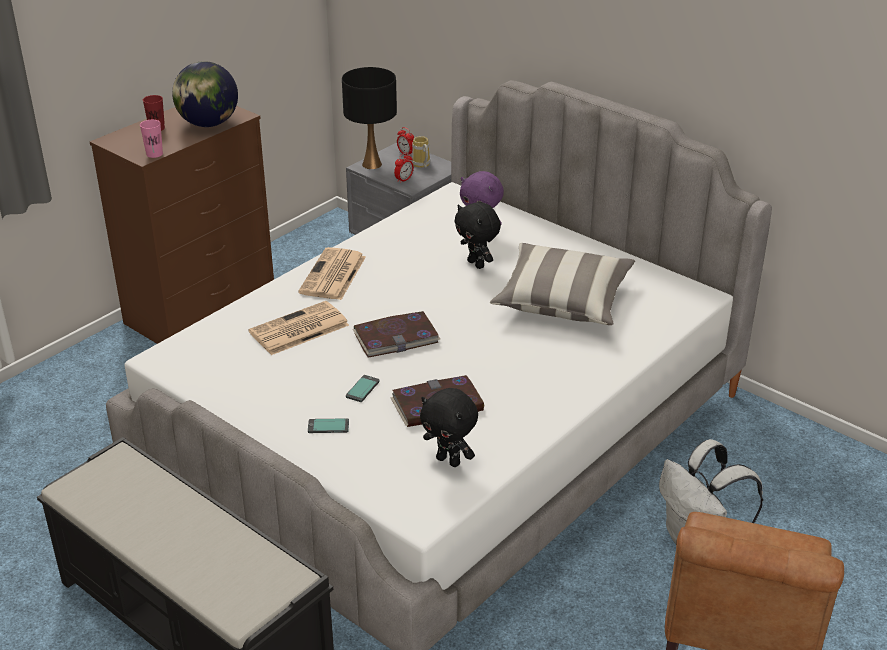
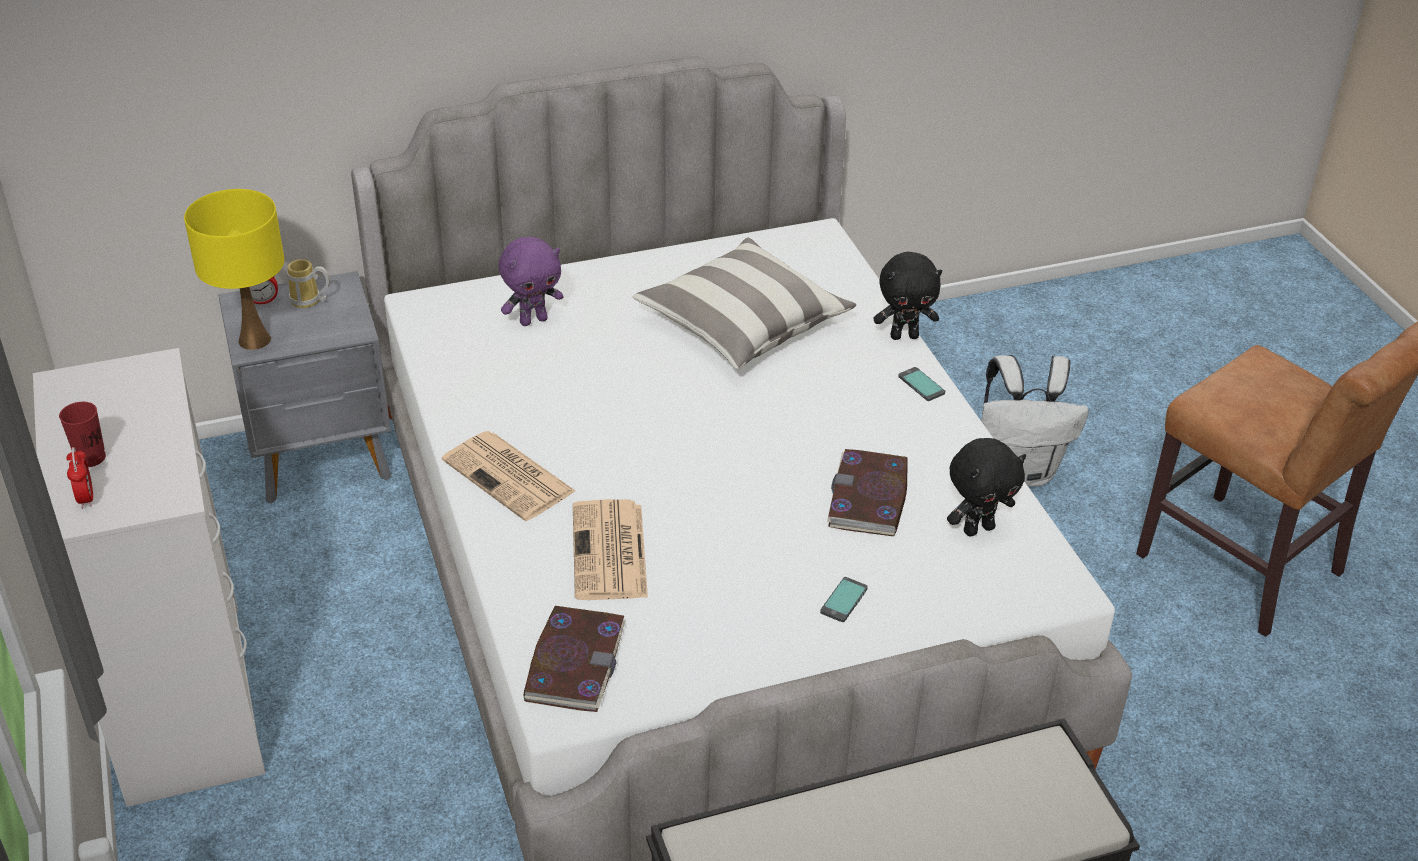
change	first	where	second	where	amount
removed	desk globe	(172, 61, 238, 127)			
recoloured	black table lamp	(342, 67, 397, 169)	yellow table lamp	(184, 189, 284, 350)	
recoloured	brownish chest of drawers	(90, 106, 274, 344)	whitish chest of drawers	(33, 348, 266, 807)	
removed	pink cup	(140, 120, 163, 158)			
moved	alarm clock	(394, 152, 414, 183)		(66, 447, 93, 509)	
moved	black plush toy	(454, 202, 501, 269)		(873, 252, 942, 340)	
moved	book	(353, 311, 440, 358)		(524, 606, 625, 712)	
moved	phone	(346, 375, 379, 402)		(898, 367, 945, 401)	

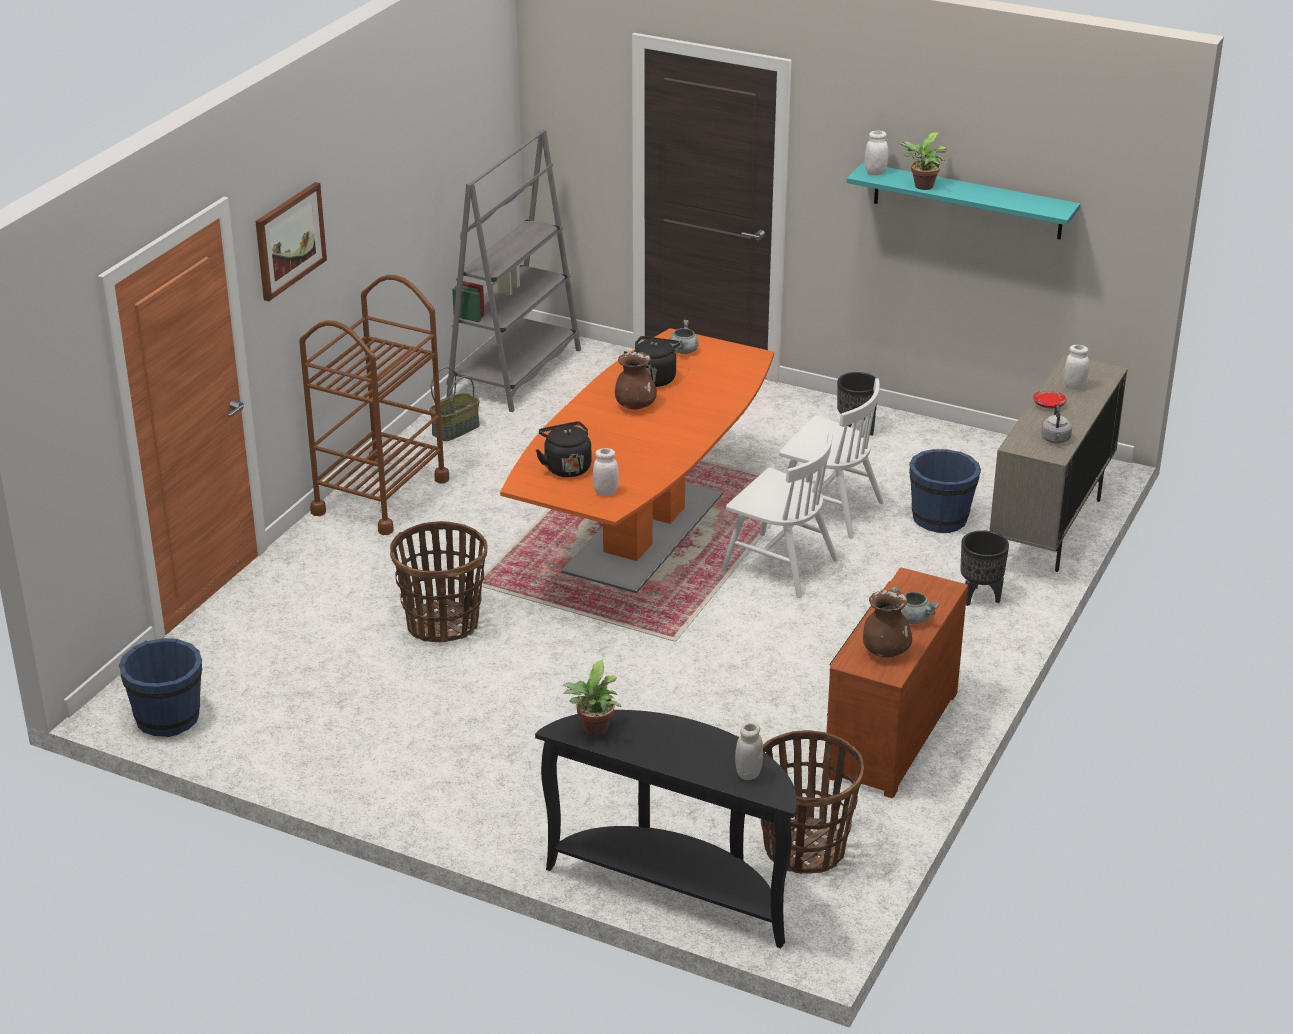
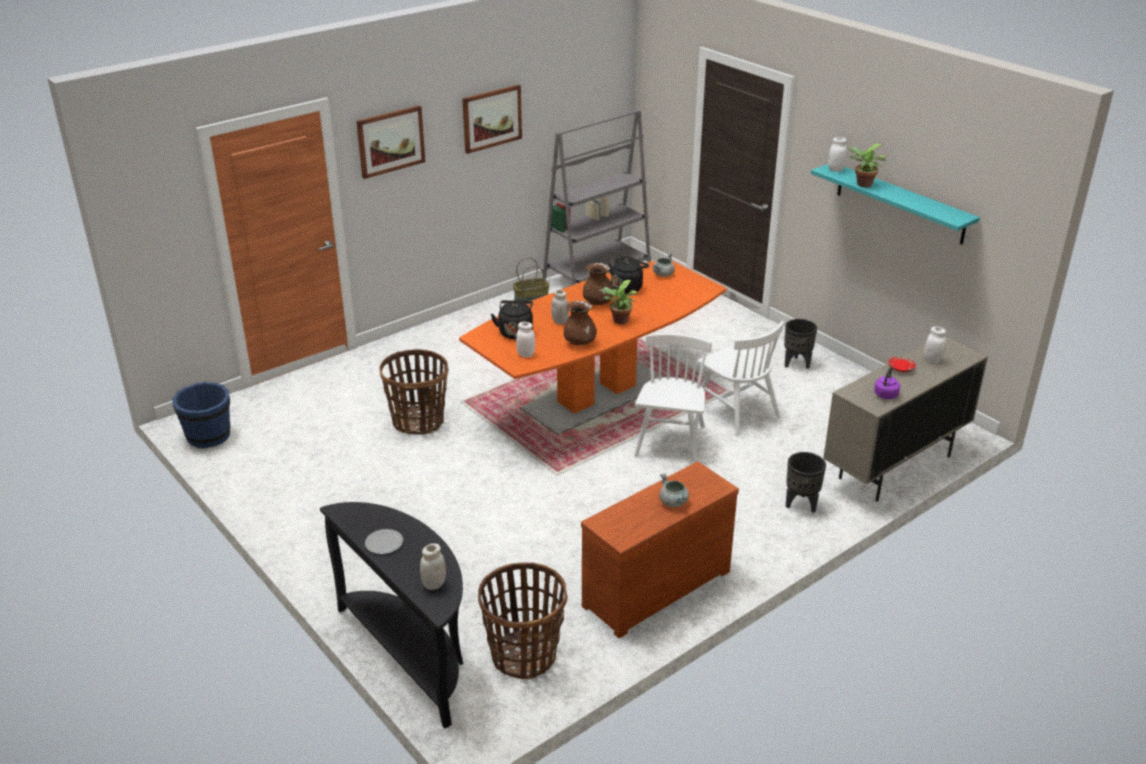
change	first	where	second	where	amount
removed	brownish trolley	(299, 275, 449, 535)			
recoloured	gray tea kettle	(1041, 404, 1072, 444)	purple tea kettle	(874, 367, 900, 399)	
turned	whitish chair	(721, 432, 838, 598)		(634, 333, 712, 463)	135 degrees counterclockwise
removed	blue bucket	(909, 449, 981, 533)			
moved	brownish vase	(863, 590, 912, 658)		(564, 301, 597, 346)	
moved	plant in a pot	(563, 660, 621, 736)		(599, 280, 637, 324)	
added			wall picture	(462, 84, 522, 154)	
added			whitish jar	(551, 290, 569, 324)	
added			plate	(365, 529, 403, 554)	

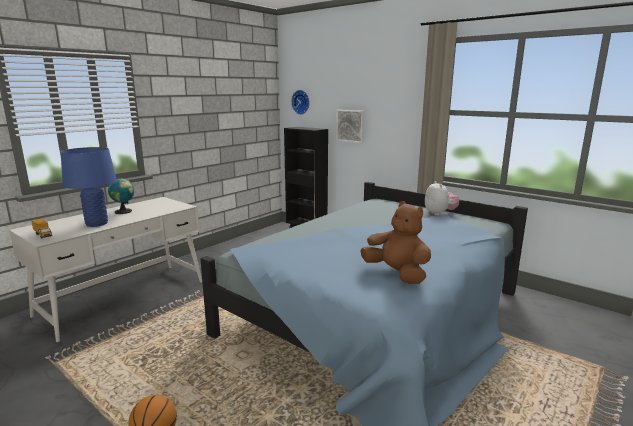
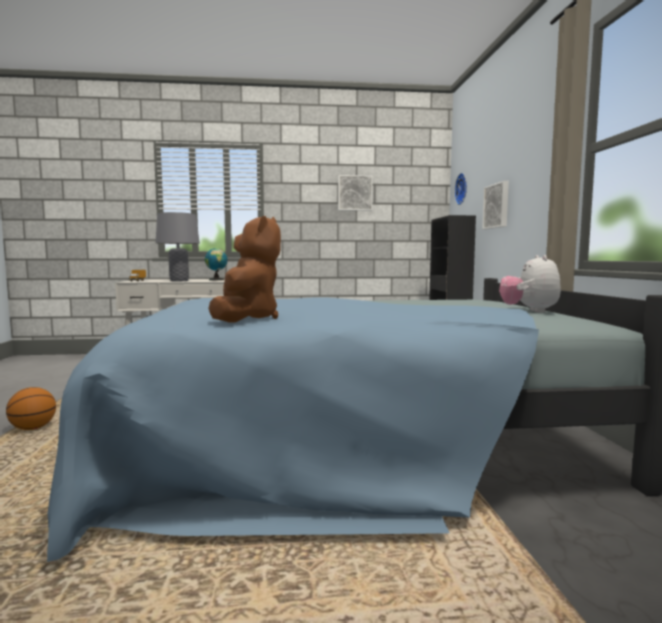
change	first	where	second	where	amount
recoloured	blue table lamp	(61, 147, 117, 227)	gray table lamp	(155, 212, 200, 281)	
turned	plush toy	(425, 181, 459, 216)		(499, 255, 561, 313)	150 degrees clockwise
added			wall picture	(338, 175, 373, 211)	

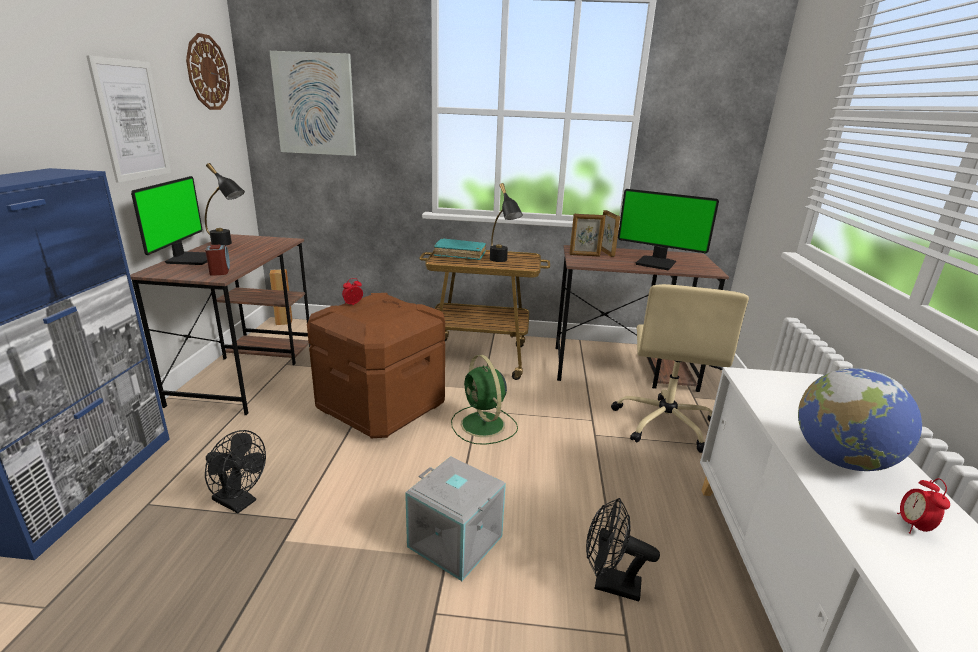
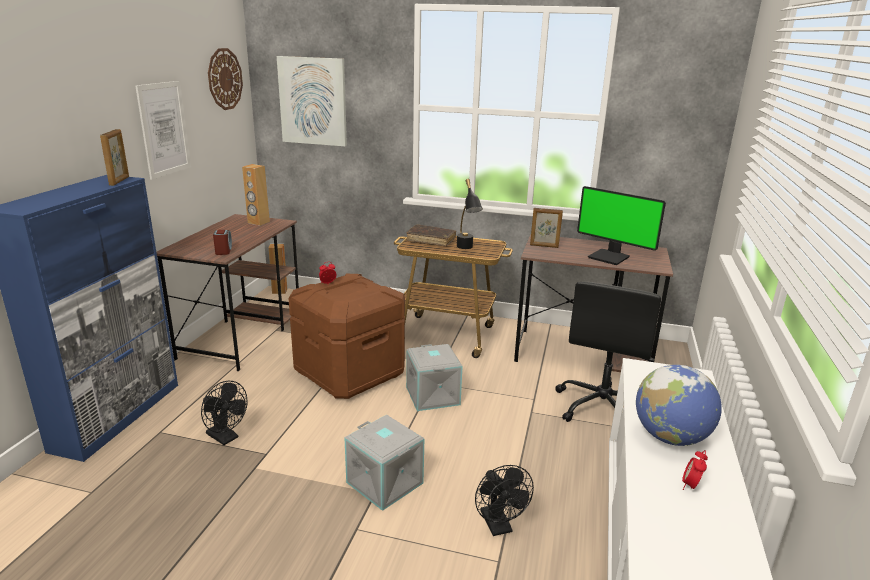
change	first	where	second	where	amount
removed	black table lamp	(205, 163, 245, 245)			
removed	computer display	(131, 176, 207, 265)			
moved	picture frame	(601, 210, 620, 257)		(100, 129, 129, 186)	
recoloured	turquoise book	(434, 238, 486, 260)	brownish book	(406, 224, 456, 247)	
recoloured	sand-coloured computer chair	(611, 284, 749, 453)	black computer chair	(555, 282, 661, 422)	
replaced	greenish electric fan	(451, 355, 518, 445)	gray storage container	(406, 344, 463, 411)	
turned	black electric fan	(586, 498, 660, 602)		(475, 465, 534, 536)	135 degrees counterclockwise
added			brownish audio speaker	(242, 164, 270, 226)	

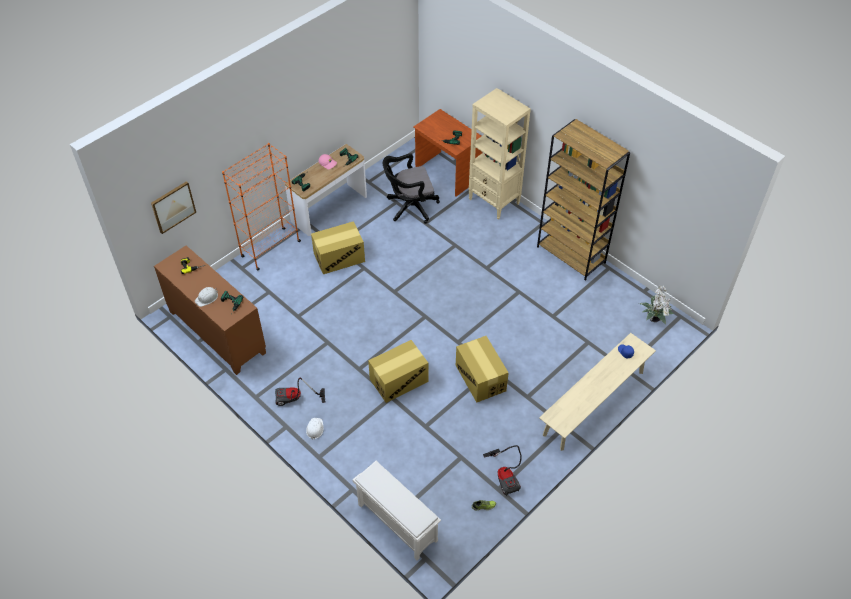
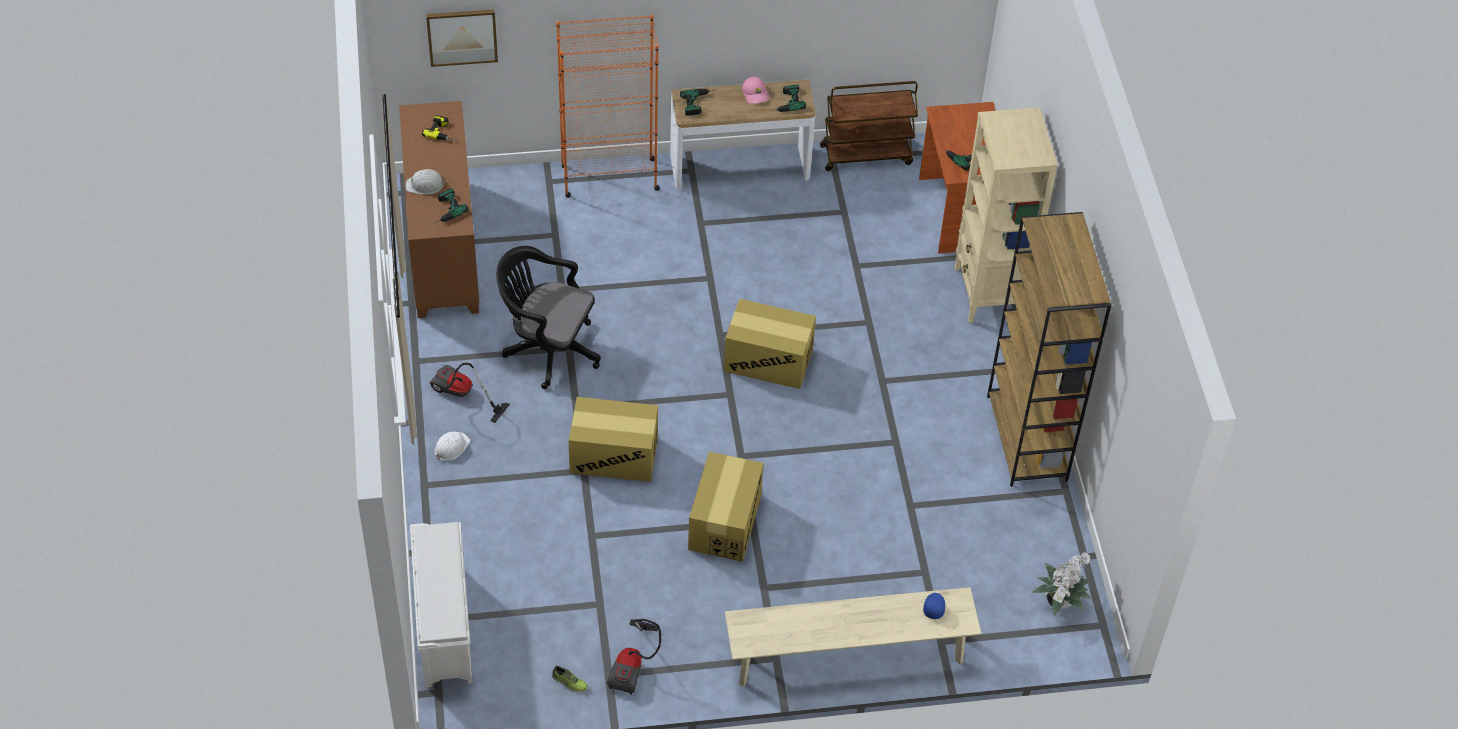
change	first	where	second	where	amount
moved	black computer chair	(383, 153, 440, 224)		(496, 246, 601, 389)	
moved	packing box	(311, 221, 365, 274)		(724, 299, 816, 389)	
added			brownish trolley	(820, 81, 918, 171)	

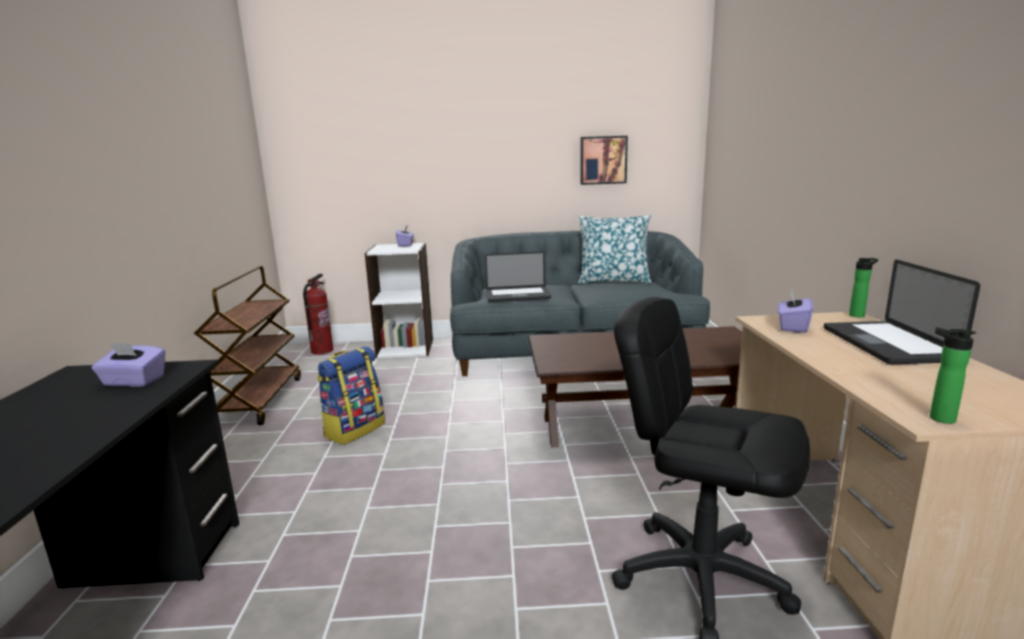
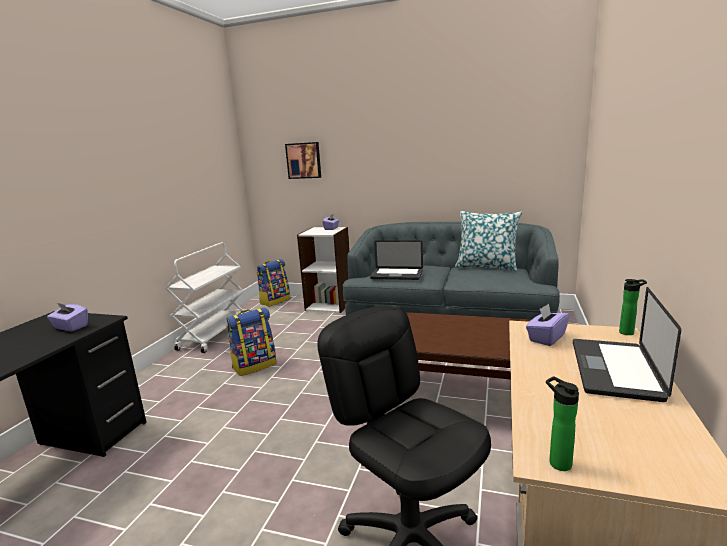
change	first	where	second	where	amount
moved	wall picture	(580, 136, 628, 185)		(285, 142, 321, 179)	
recoloured	brownish trolley	(194, 266, 301, 425)	whitish trolley	(165, 242, 245, 353)	
replaced	fire-fighting cylinder	(303, 274, 333, 355)	knapsack	(257, 259, 290, 307)	

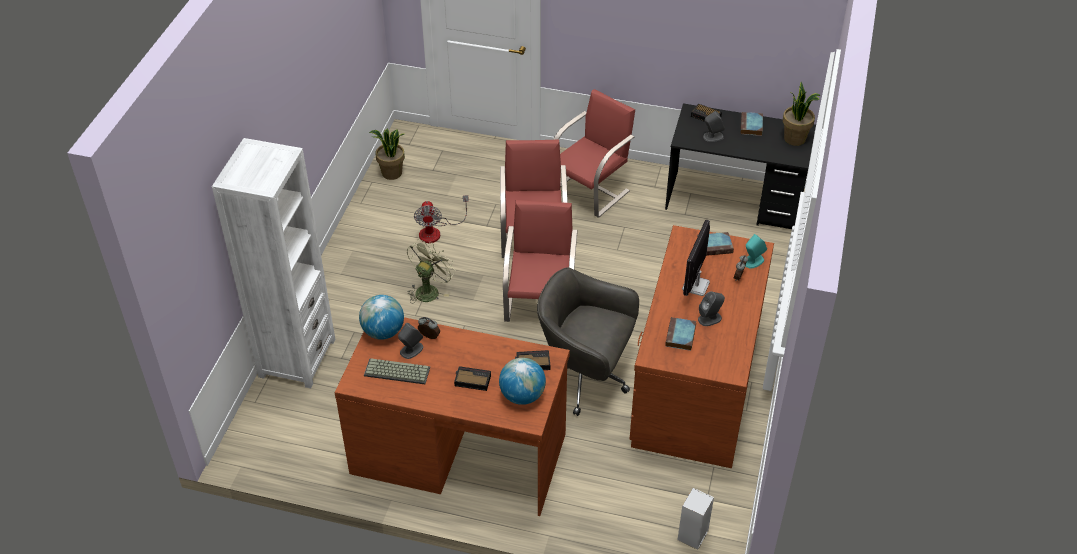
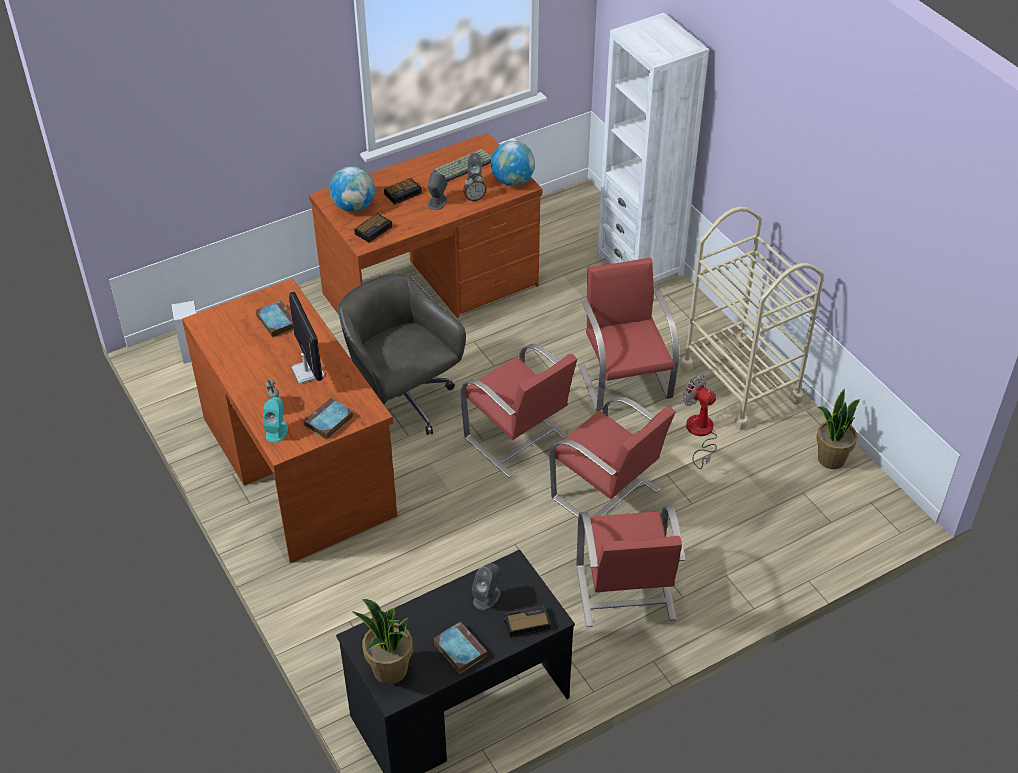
change	first	where	second	where	amount
replaced	greenish electric fan	(407, 239, 456, 304)	red chair	(579, 258, 679, 411)	
turned	gray computer chair	(537, 267, 639, 416)		(338, 273, 466, 435)	105 degrees counterclockwise
moved	gray audio speaker	(698, 291, 725, 326)		(428, 172, 447, 210)	
added			sand-coloured trolley	(680, 206, 824, 430)	

